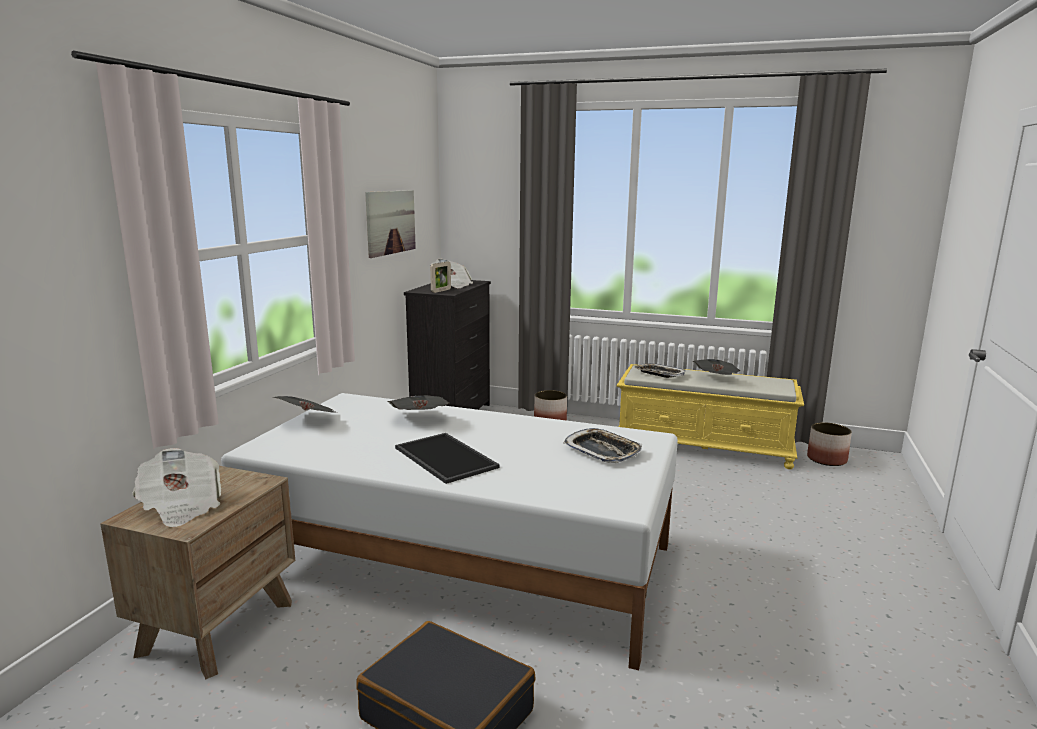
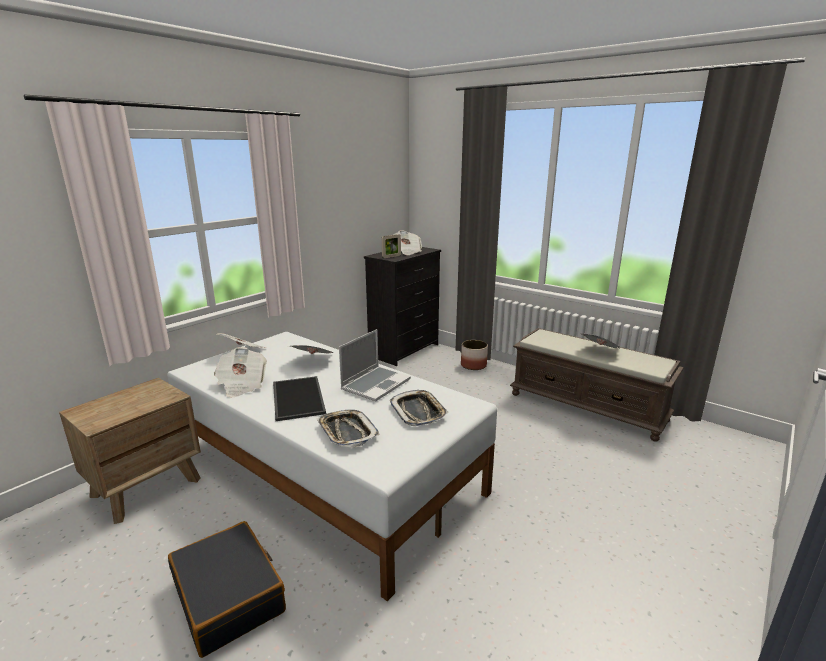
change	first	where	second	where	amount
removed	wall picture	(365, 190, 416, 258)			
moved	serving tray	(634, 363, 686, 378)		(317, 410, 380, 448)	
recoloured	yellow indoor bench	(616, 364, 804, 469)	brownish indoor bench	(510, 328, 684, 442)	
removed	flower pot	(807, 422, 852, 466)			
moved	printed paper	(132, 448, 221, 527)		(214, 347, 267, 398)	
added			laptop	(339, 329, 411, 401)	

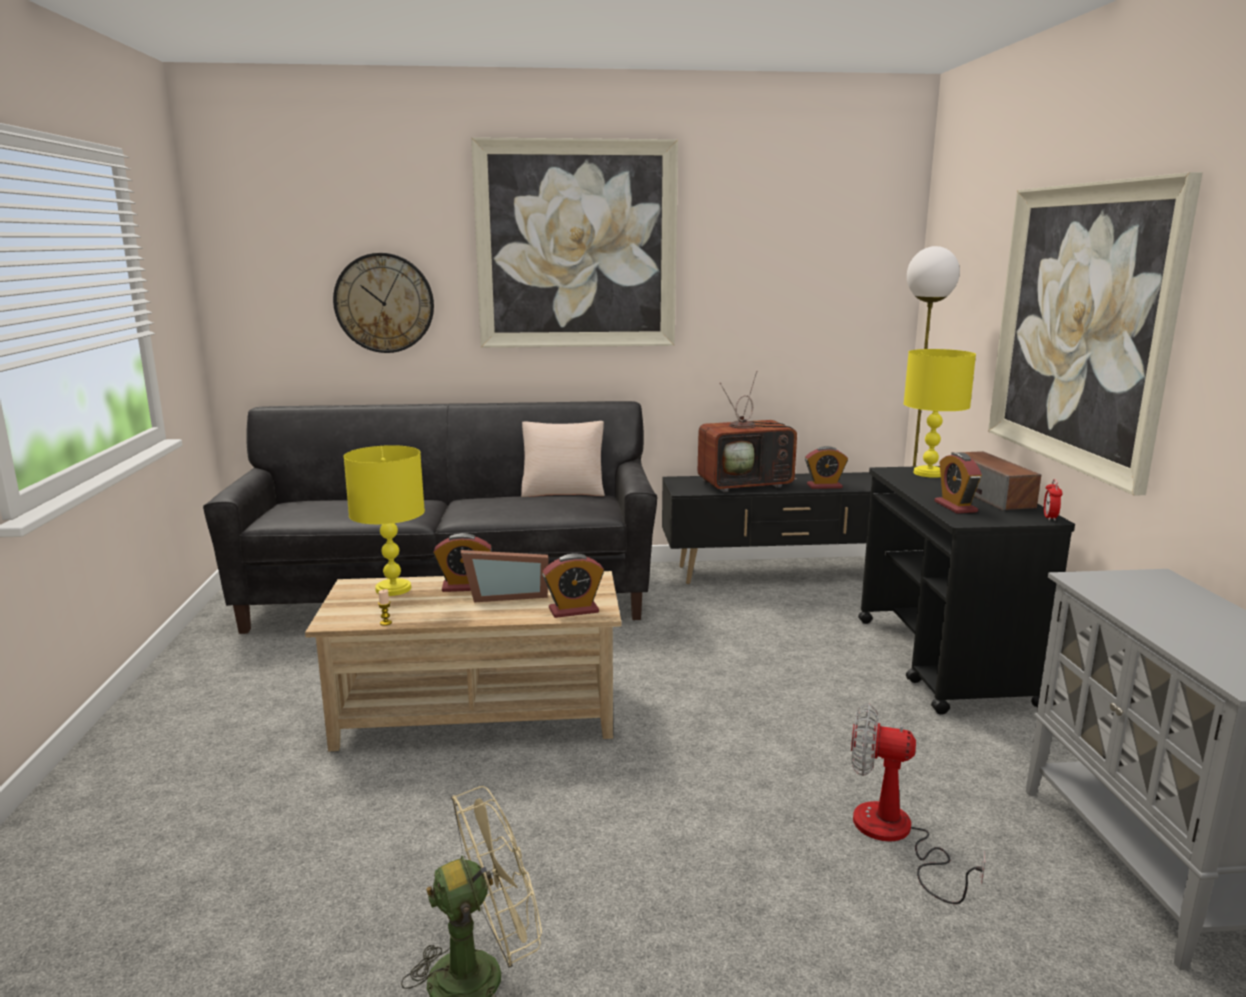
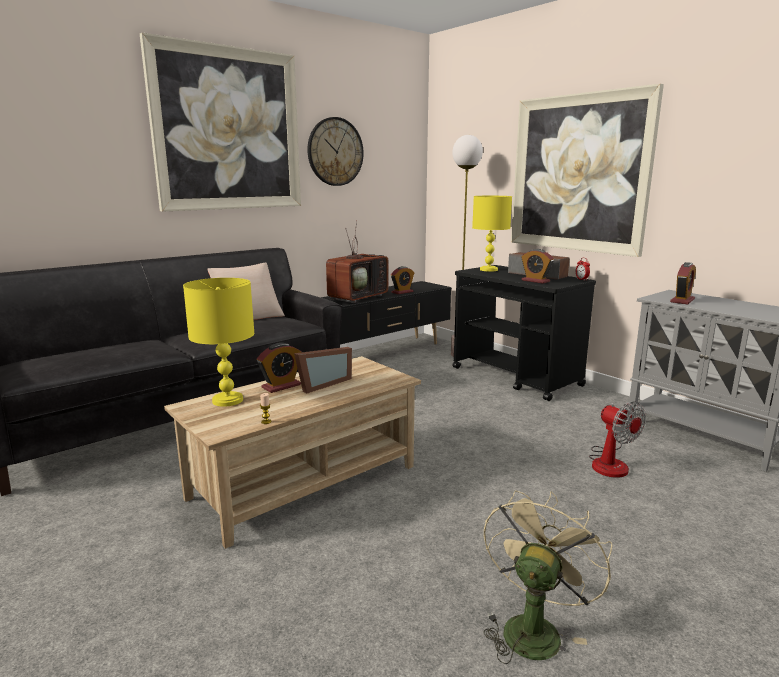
change	first	where	second	where	amount
moved	wall clock	(333, 253, 434, 353)		(307, 117, 364, 186)	
moved	alarm clock	(542, 553, 604, 618)		(670, 262, 696, 305)	
turned	electric fan	(851, 703, 985, 904)		(589, 401, 646, 478)	105 degrees counterclockwise

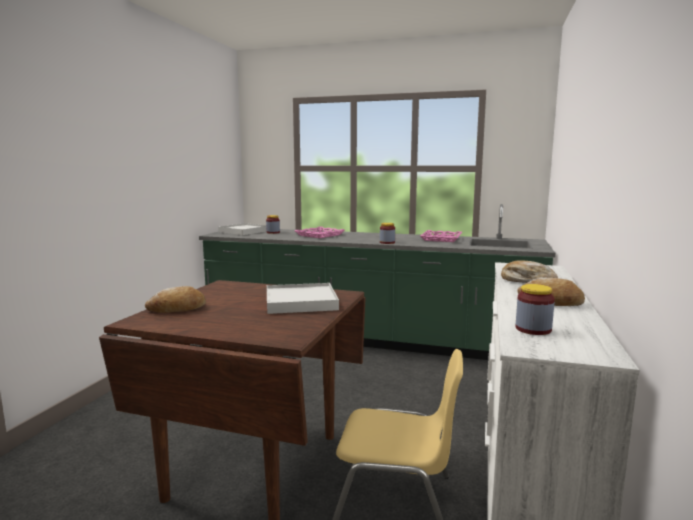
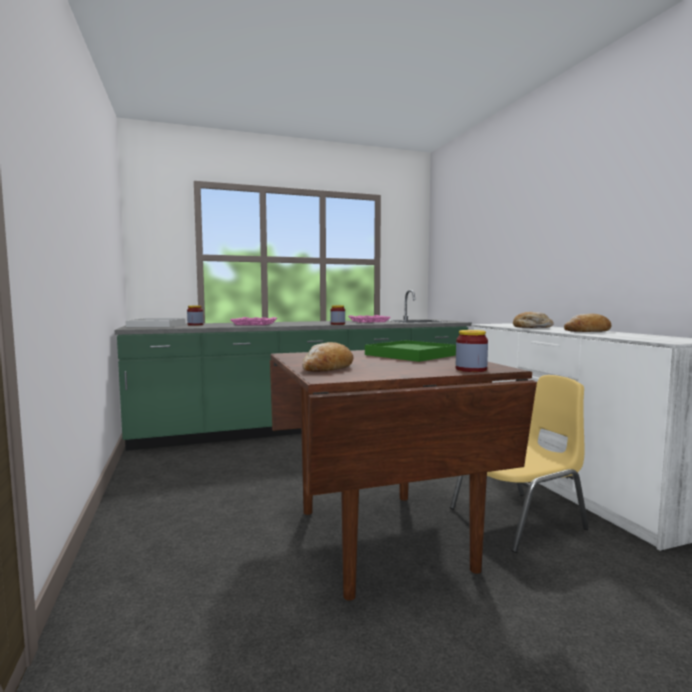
change	first	where	second	where	amount
recoloured	whitish serving tray	(267, 283, 339, 314)	greenish serving tray	(365, 340, 456, 362)	
moved	jar	(516, 284, 555, 335)		(456, 330, 488, 372)	

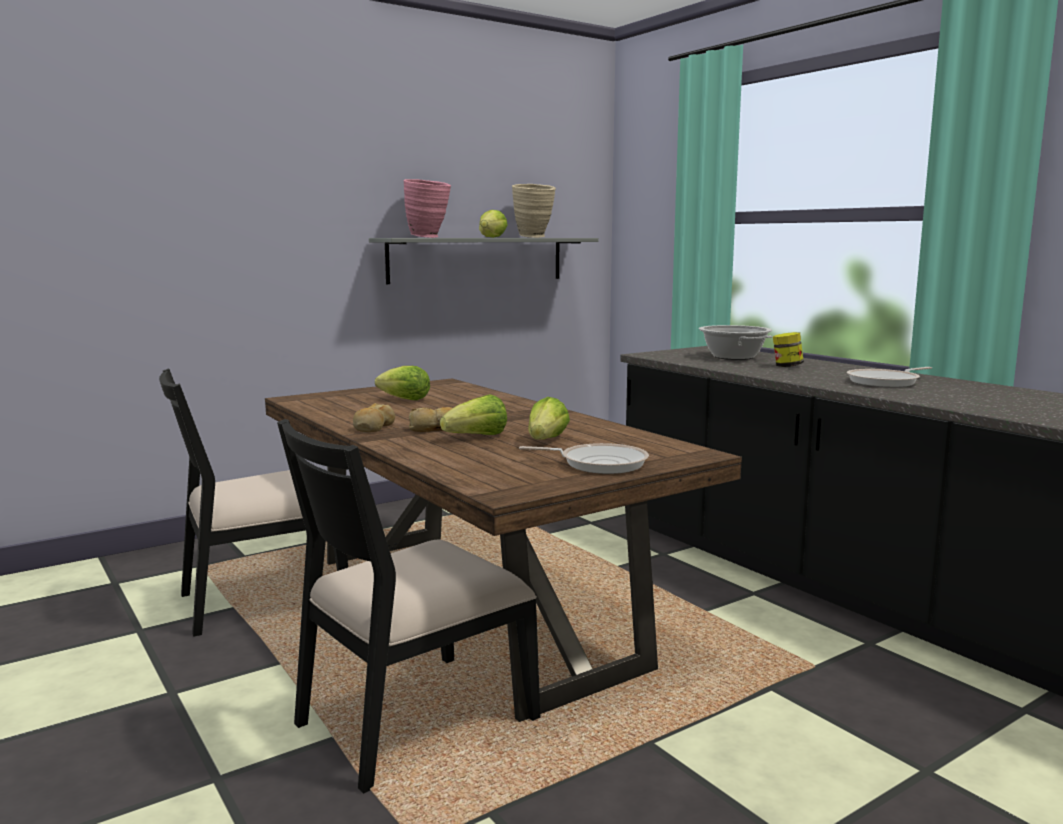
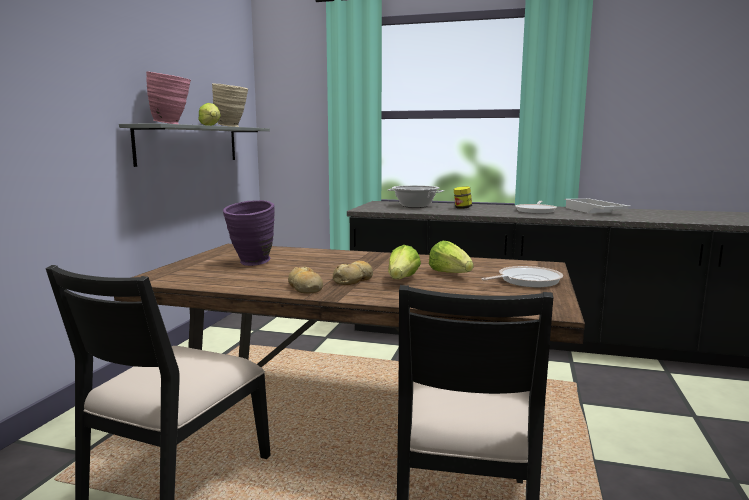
change	first	where	second	where	amount
replaced	lettuce	(375, 366, 430, 400)	purple vase	(223, 200, 275, 266)	
added			whitish serving tray	(564, 198, 631, 213)	

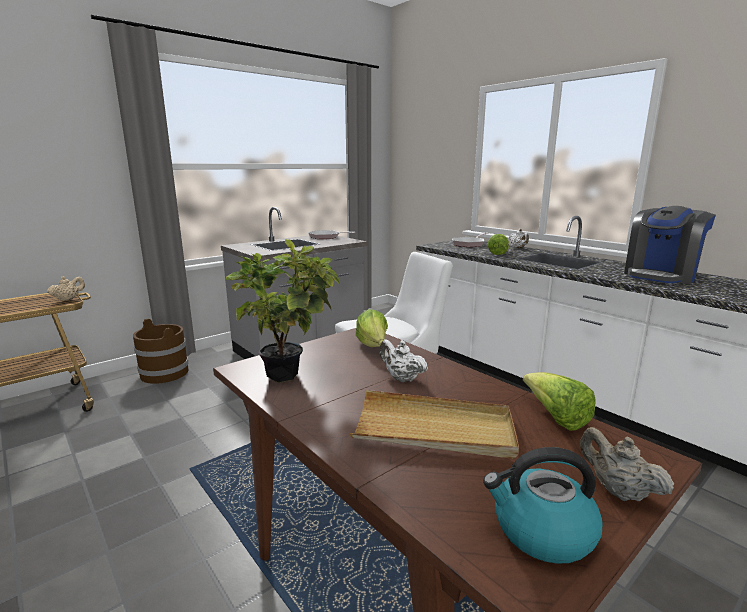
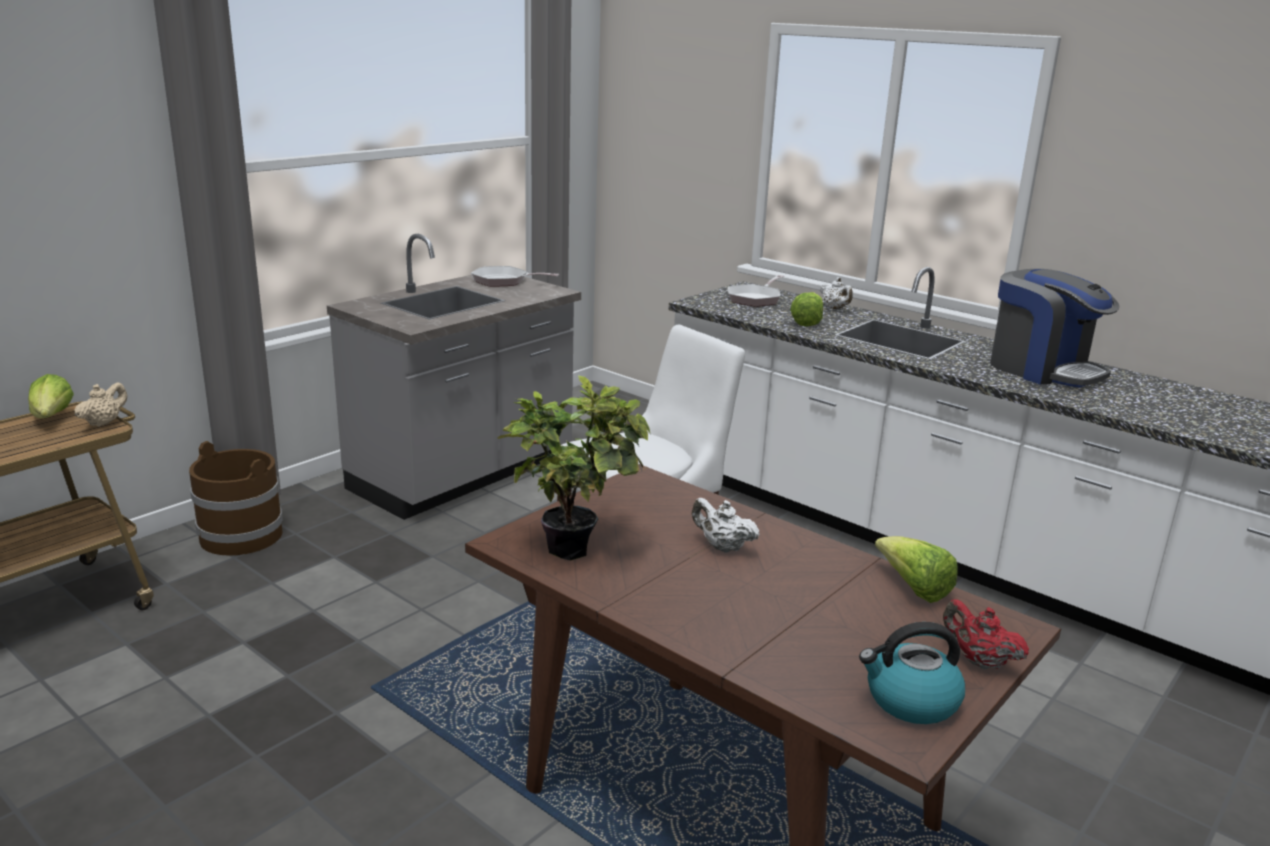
change	first	where	second	where	amount
turned	coffee maker	(624, 206, 716, 284)		(990, 269, 1119, 388)	75 degrees counterclockwise
moved	lettuce	(356, 309, 388, 347)		(28, 374, 74, 419)	
removed	sand-coloured serving tray	(350, 390, 519, 459)			
recoloured	sand-coloured tea pot	(580, 427, 674, 501)	red tea pot	(943, 599, 1029, 670)	

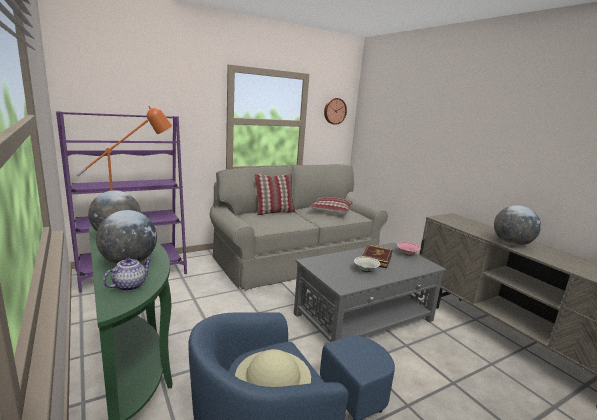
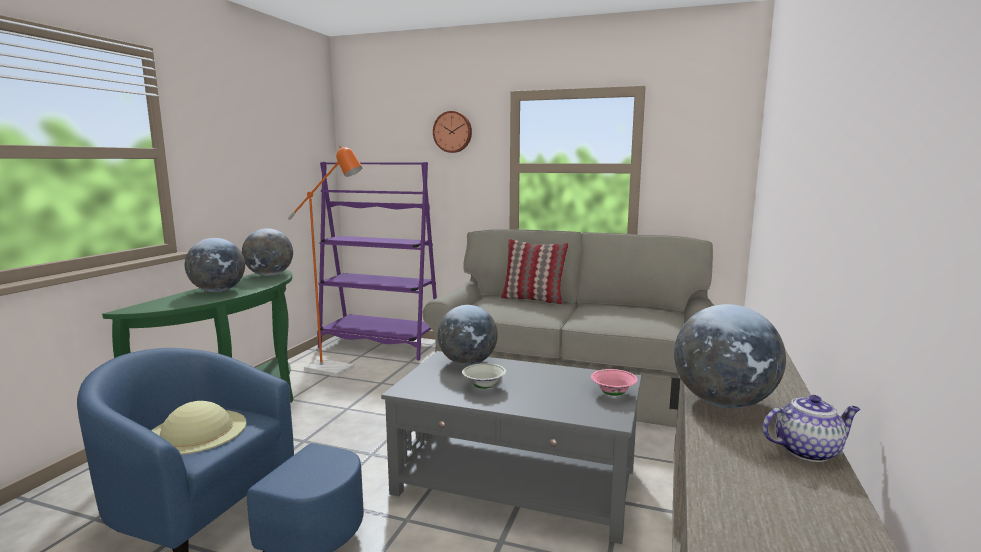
change	first	where	second	where	amount
moved	wall clock	(324, 98, 347, 125)		(433, 111, 472, 153)	
removed	cushion	(309, 197, 353, 215)			
removed	book	(362, 245, 393, 268)			
moved	tea pot	(103, 257, 152, 291)		(762, 395, 860, 462)	
added			desk globe	(438, 305, 498, 365)	

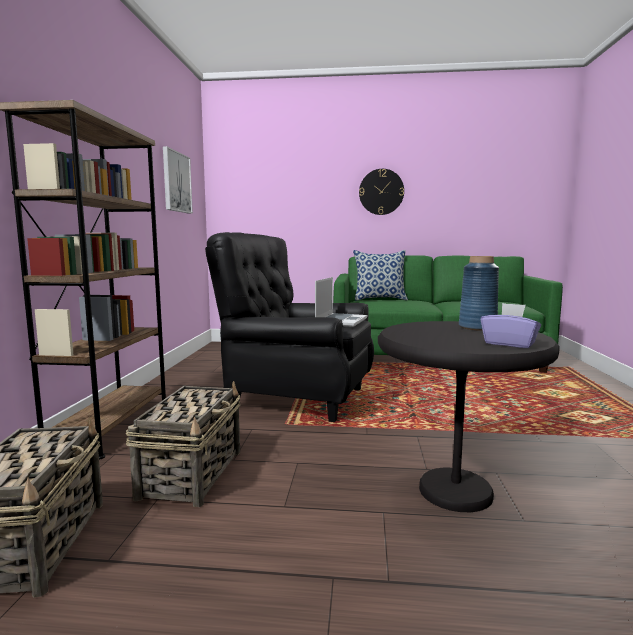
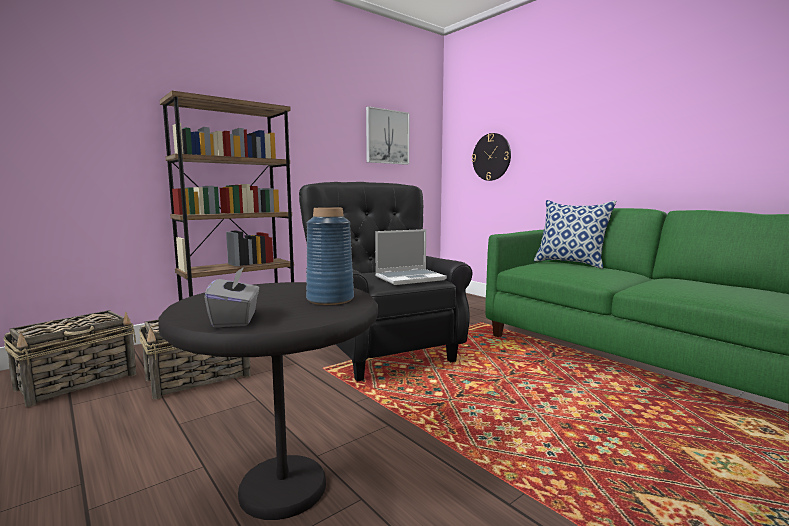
change	first	where	second	where	amount
moved	wall clock	(359, 169, 404, 215)		(472, 133, 511, 181)	
recoloured	purple box of tissues	(481, 303, 541, 348)	gray box of tissues	(204, 267, 259, 327)	

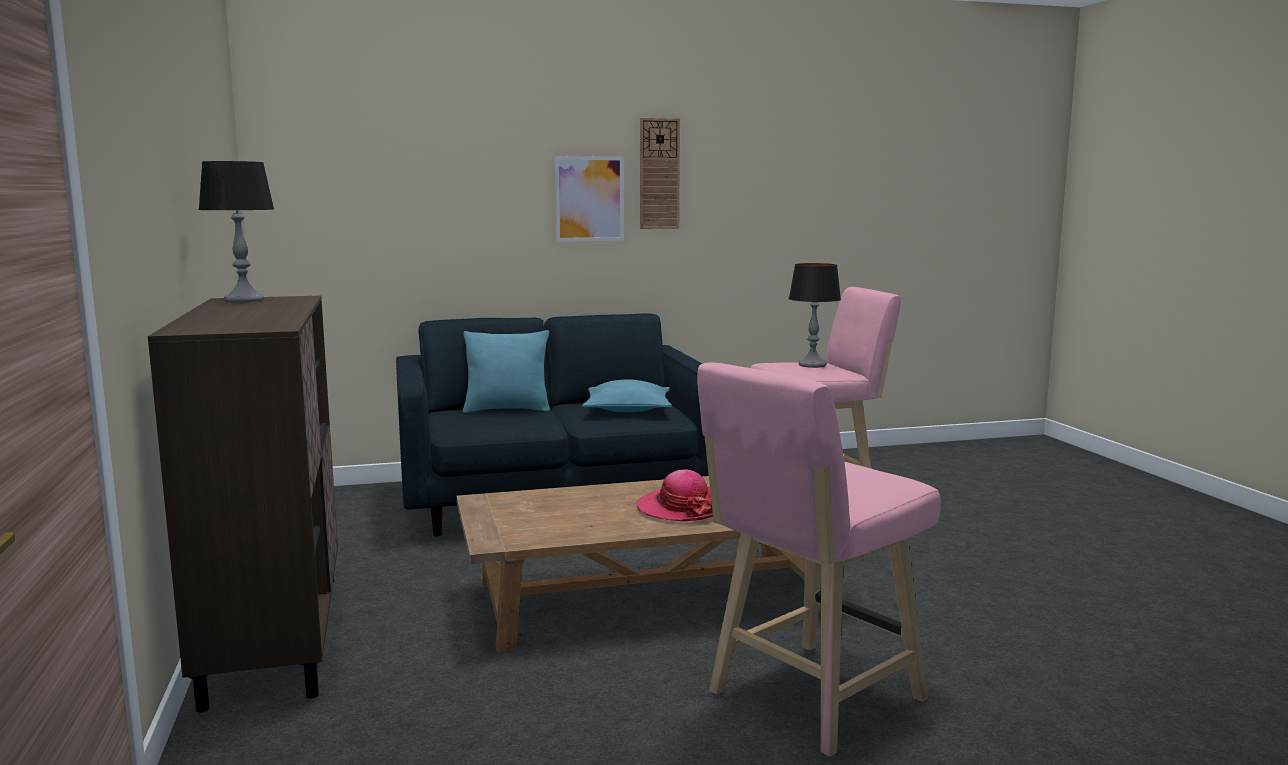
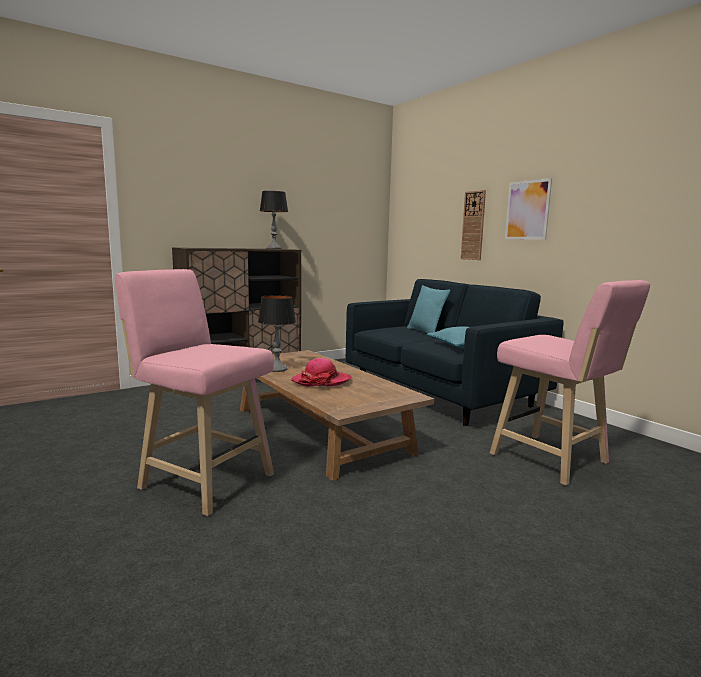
change	first	where	second	where	amount
moved	wall clock	(640, 118, 680, 229)		(461, 190, 486, 260)	
moved	table lamp	(789, 263, 841, 368)		(258, 295, 296, 372)	

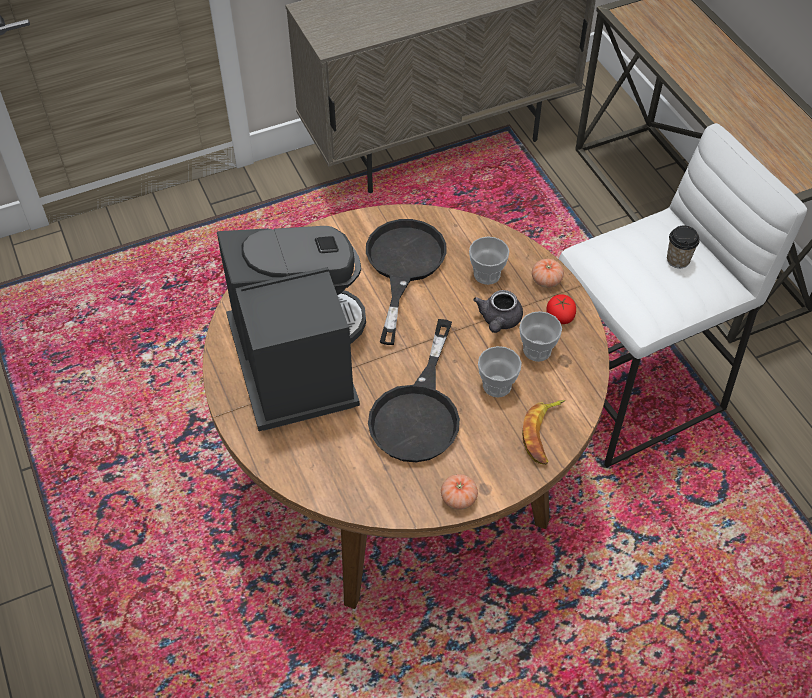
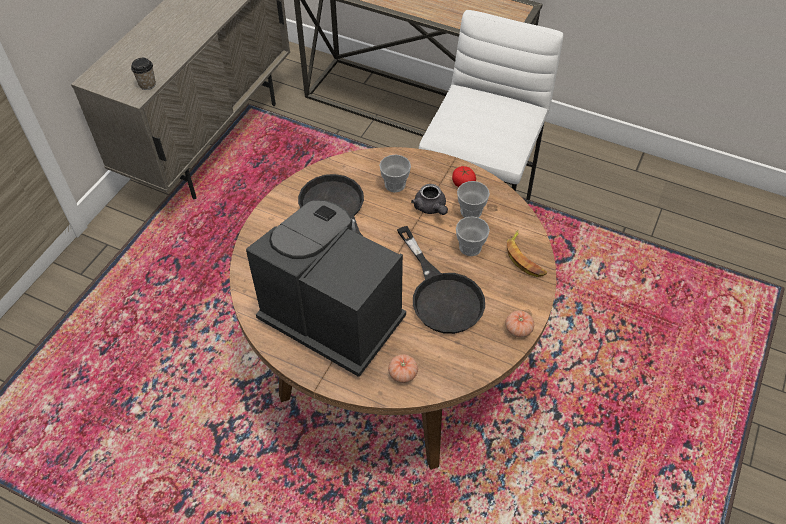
change	first	where	second	where	amount
moved	cup	(667, 226, 700, 268)		(131, 58, 156, 90)	
moved	whole tomato	(532, 259, 564, 288)		(388, 354, 418, 383)	

